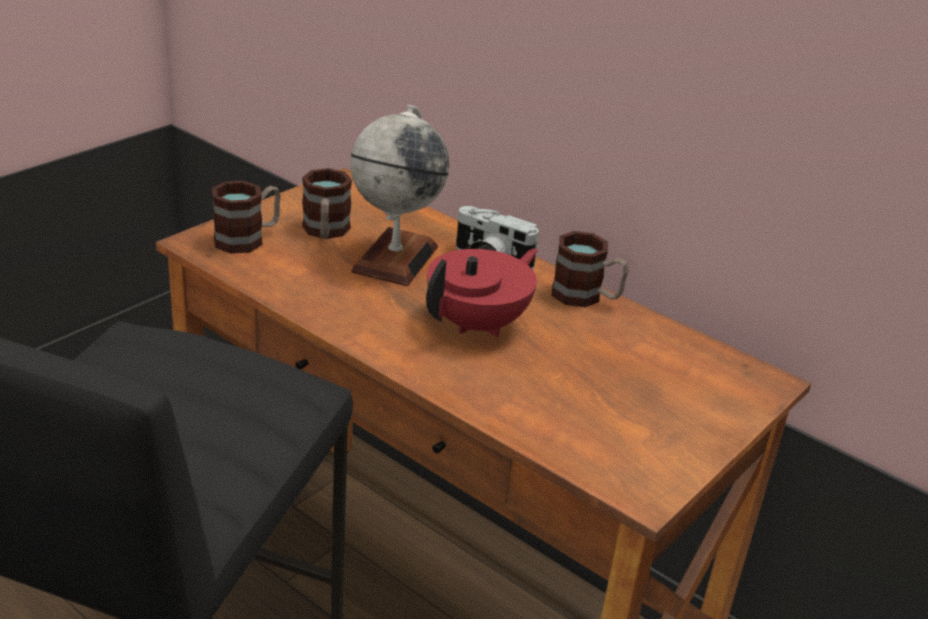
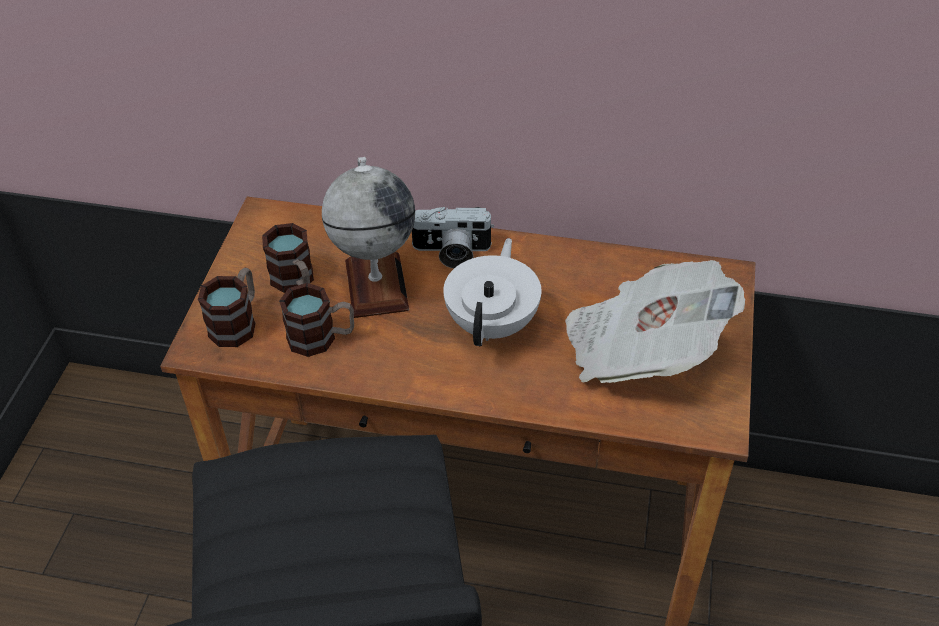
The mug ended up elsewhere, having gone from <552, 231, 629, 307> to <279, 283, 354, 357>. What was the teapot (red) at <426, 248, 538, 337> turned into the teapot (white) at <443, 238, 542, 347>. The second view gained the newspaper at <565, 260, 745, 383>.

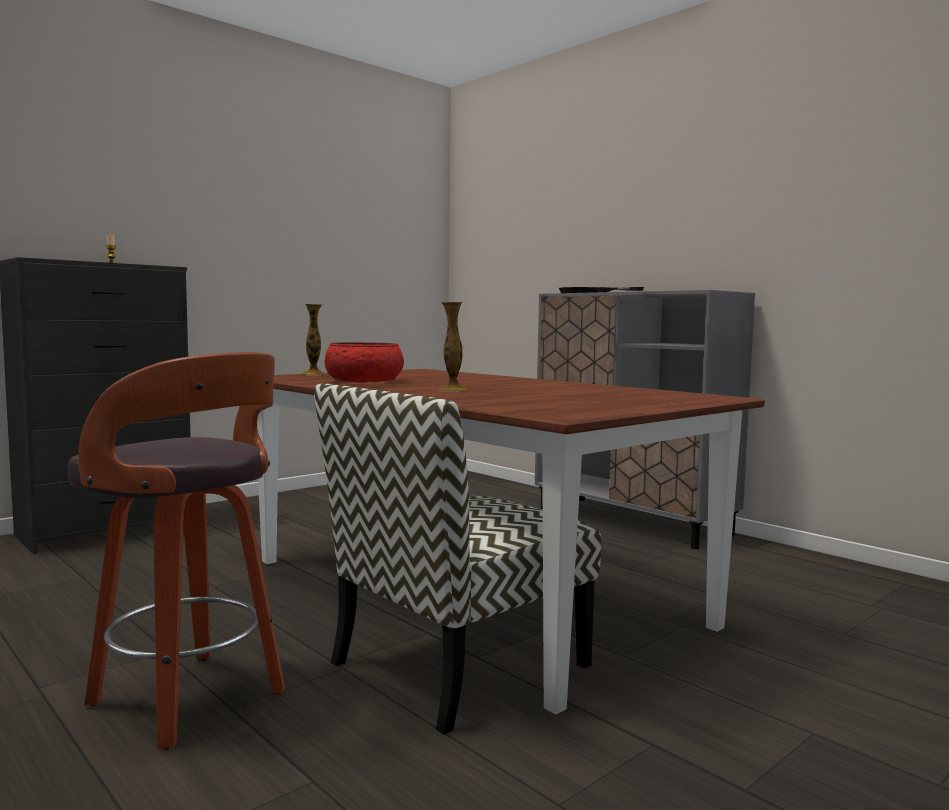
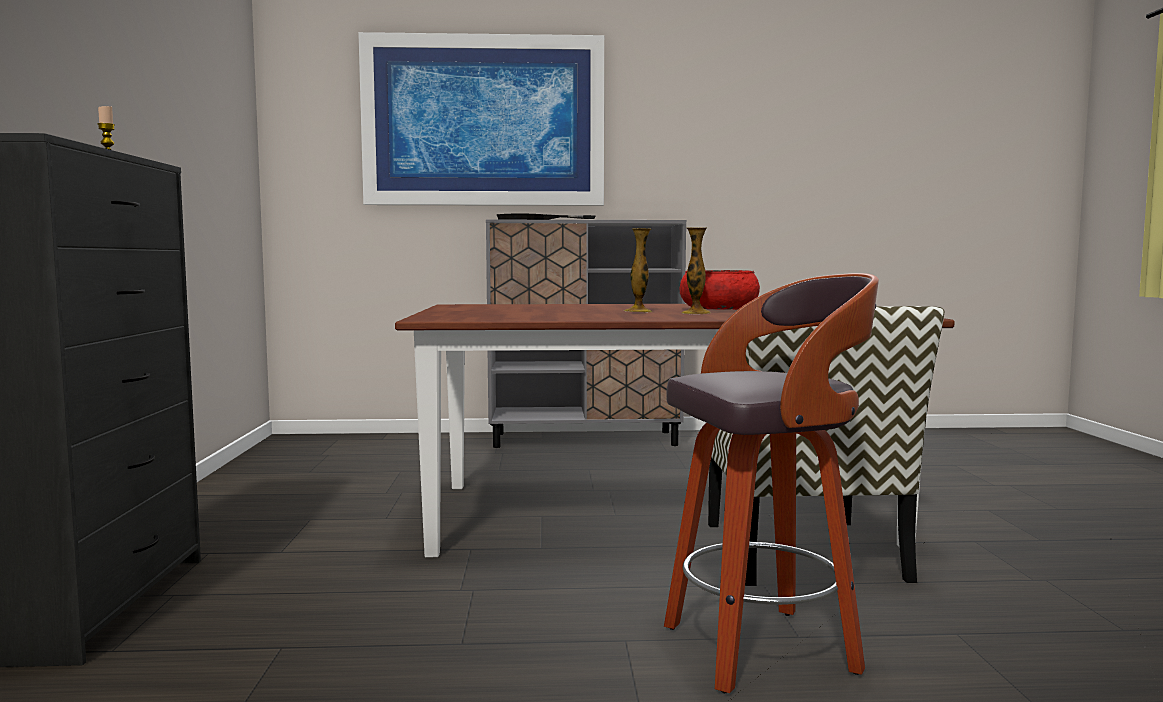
The vase ended up elsewhere, having gone from <302, 304, 326, 375> to <624, 228, 652, 312>. The bowl (red) ended up elsewhere, having gone from <325, 342, 404, 383> to <680, 270, 760, 310>. The second view gained the picture at <358, 32, 604, 206>.

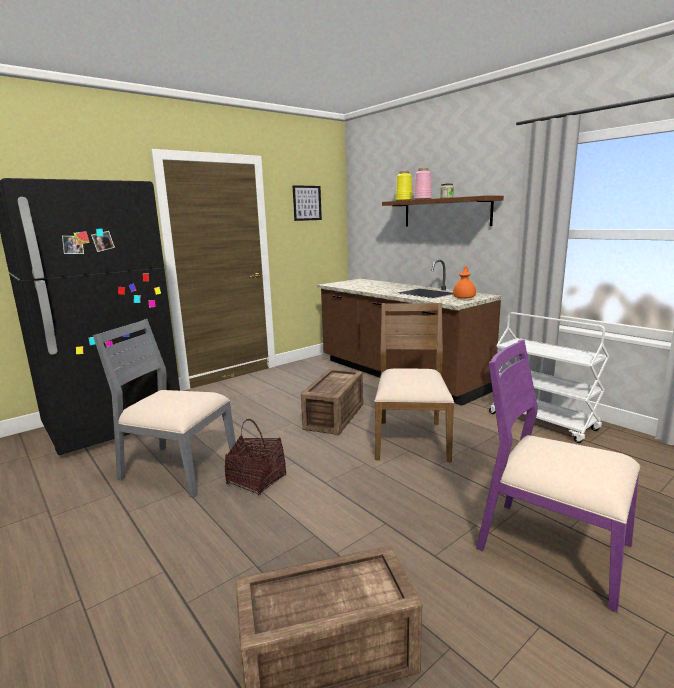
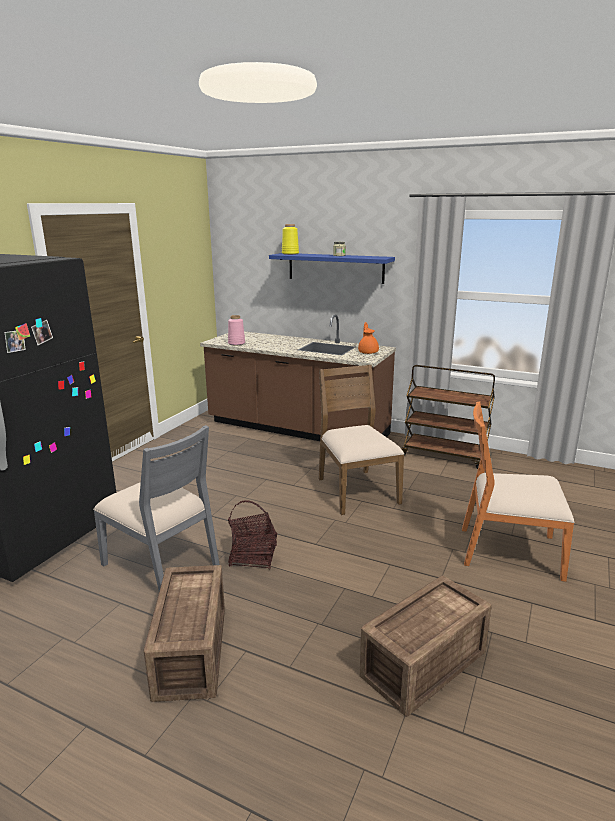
The vase (pink) ended up elsewhere, having gone from <414, 168, 432, 200> to <228, 315, 245, 345>. The second view lost the picture at <292, 185, 322, 221>. What was the shelf (brown) at <382, 196, 504, 227> turned into the shelf (blue) at <269, 253, 395, 284>. What was the cart (white) at <489, 312, 609, 443> turned into the cart (brown) at <402, 365, 495, 469>. The chair (grey) at <93, 319, 236, 497> ended up facing another way, 135 degrees counterclockwise from before. What was the chair (purple) at <476, 340, 640, 613> turned into the chair (orange) at <462, 401, 574, 582>. The crate ended up elsewhere, having gone from <301, 369, 363, 435> to <144, 565, 225, 702>.

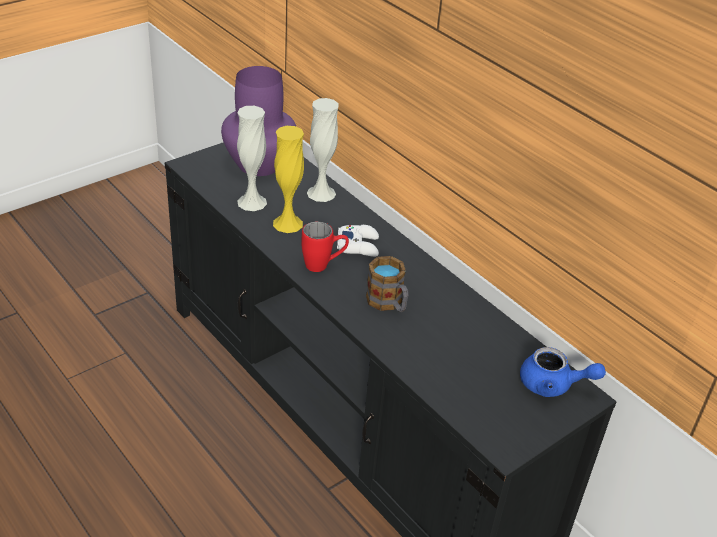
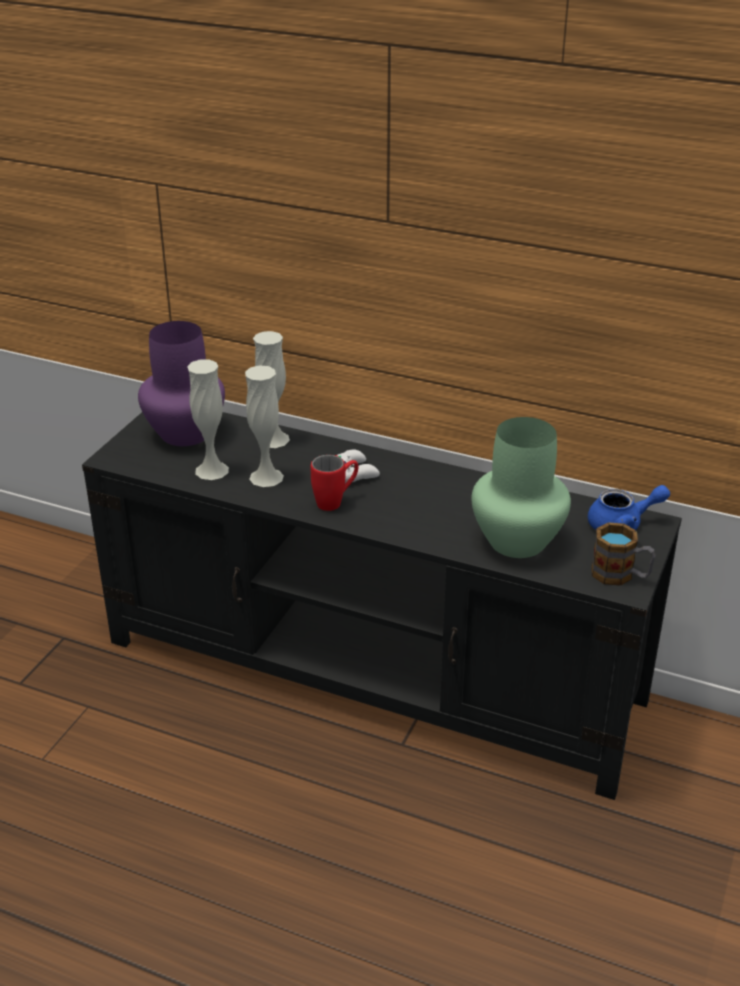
What was the vase (yellow) at <273, 126, 304, 233> turned into the vase (white) at <245, 365, 284, 487>. The mug ended up elsewhere, having gone from <366, 256, 408, 312> to <591, 522, 656, 586>. The second view gained the vase (green) at <472, 417, 571, 558>.

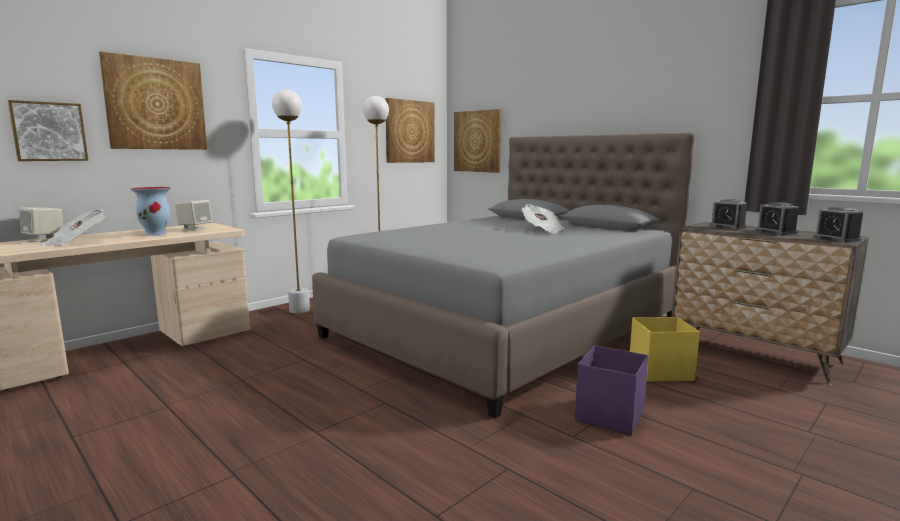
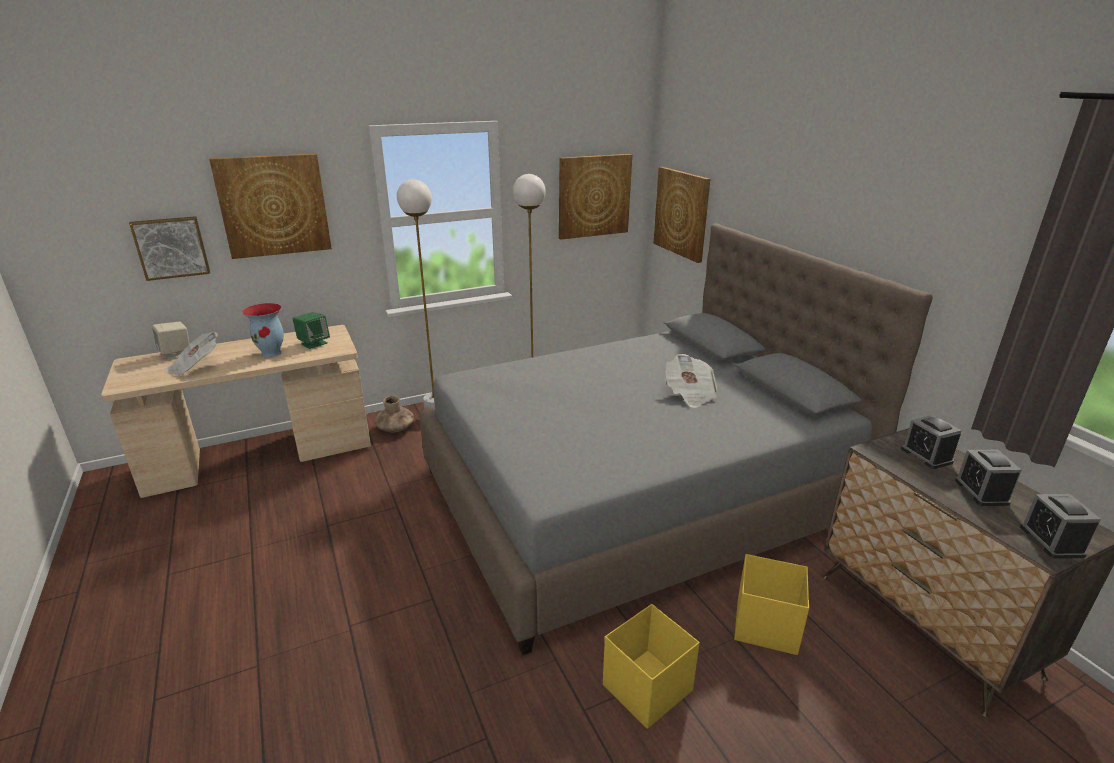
What was the speaker (beige) at <175, 200, 212, 231> turned into the speaker (green) at <292, 312, 330, 349>. What was the storage box (purple) at <575, 345, 648, 435> turned into the storage box (yellow) at <603, 604, 700, 729>. The second view gained the vase (brown) at <375, 396, 414, 433>.

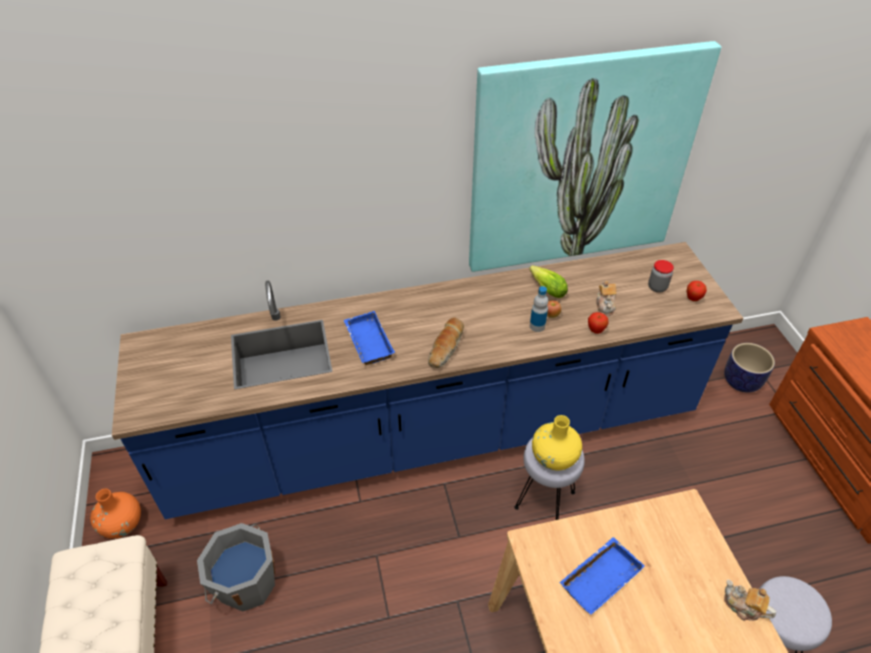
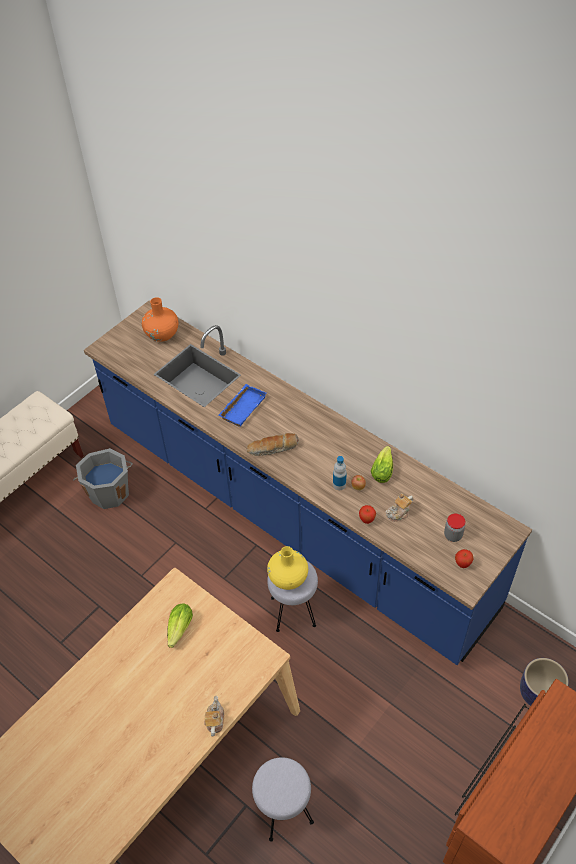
The second view lost the picture at <469, 41, 722, 272>. The vase (orange) ended up elsewhere, having gone from <90, 489, 141, 539> to <142, 297, 178, 342>. Where the tray (blue) stood at <559, 537, 645, 614>, the lettuce came to stand at <167, 604, 193, 648>.

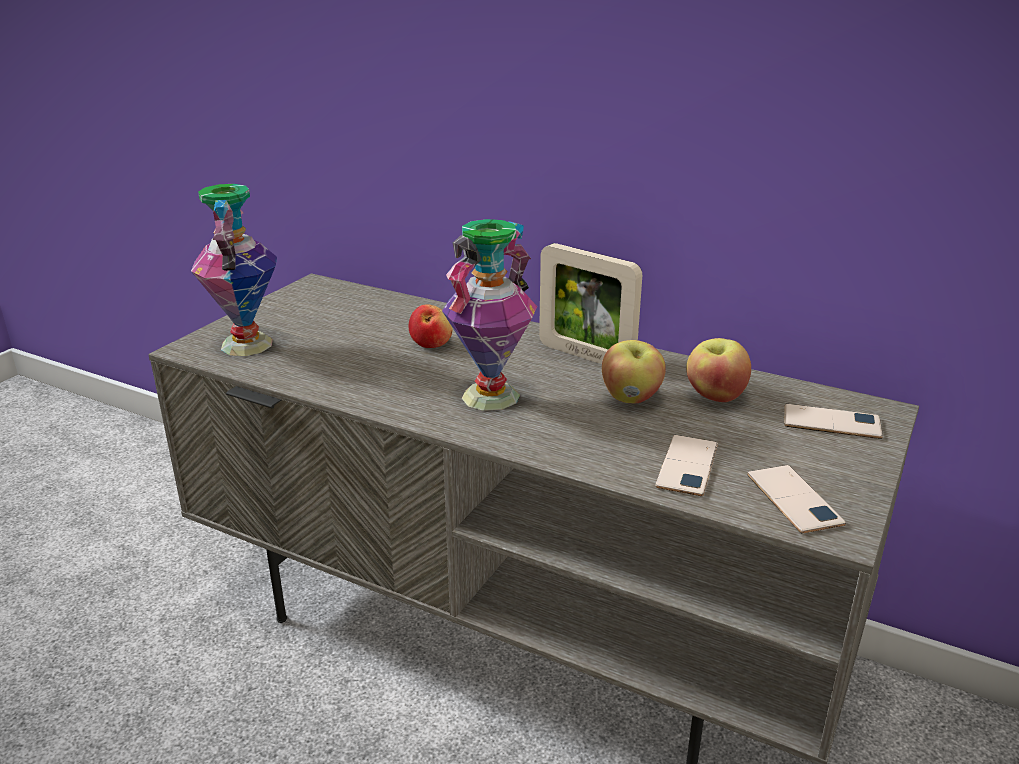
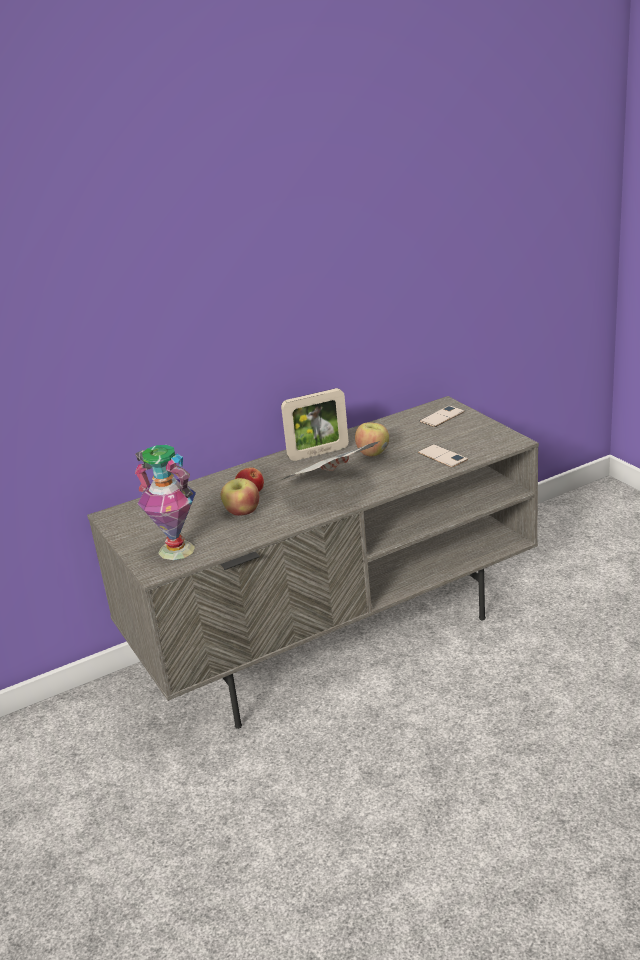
Where the vase stood at <442, 219, 537, 411>, the newspaper came to stand at <281, 441, 380, 480>. The apple ended up elsewhere, having gone from <686, 338, 751, 402> to <221, 478, 259, 516>. The second view lost the phone at <747, 465, 846, 534>.

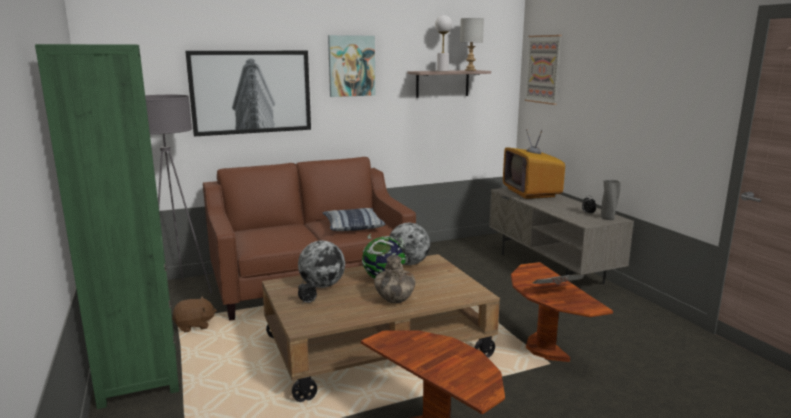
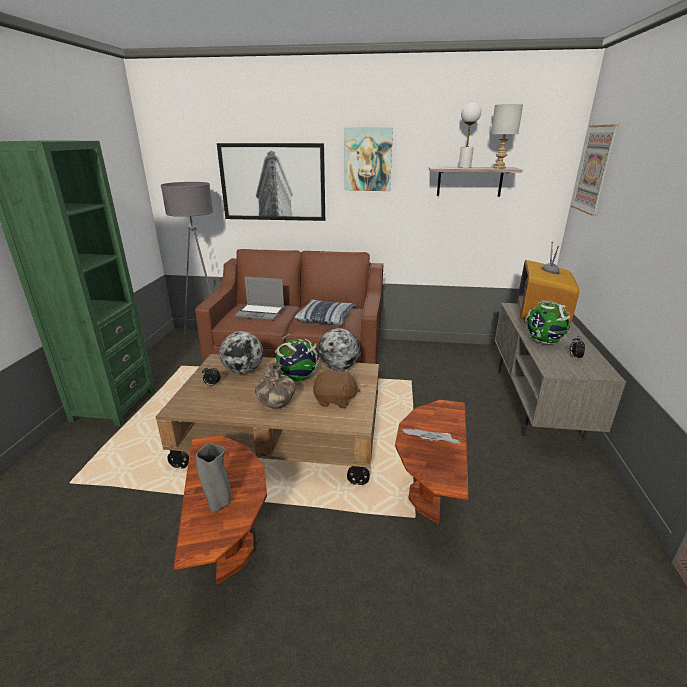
The vase (grey) ended up elsewhere, having gone from <601, 180, 621, 220> to <196, 443, 231, 512>. The plush toy (brown) ended up elsewhere, having gone from <172, 296, 217, 332> to <313, 370, 360, 408>. The second view gained the laptop at <235, 277, 284, 320>. The second view gained the globe at <525, 300, 570, 344>.

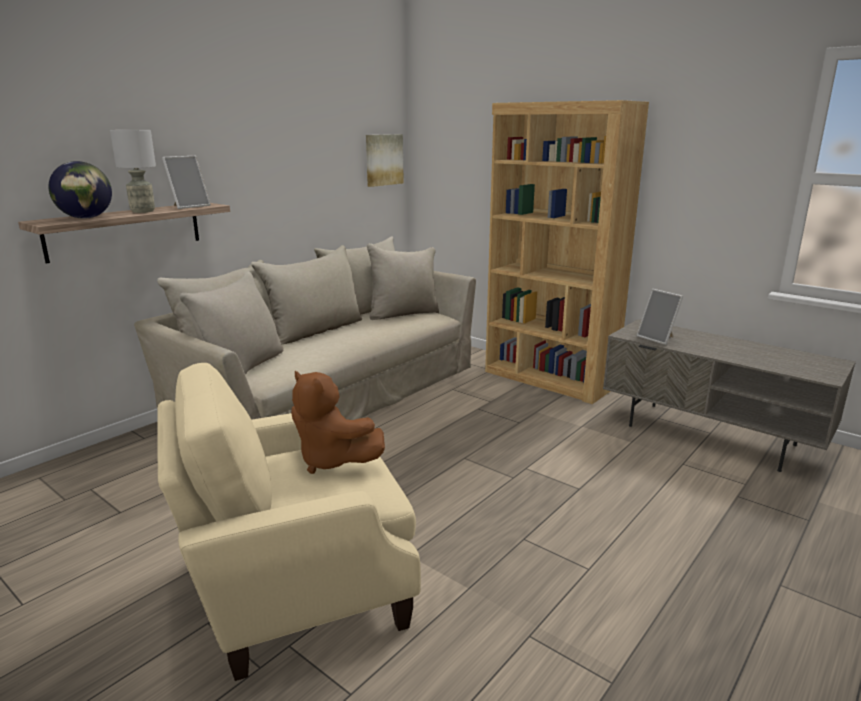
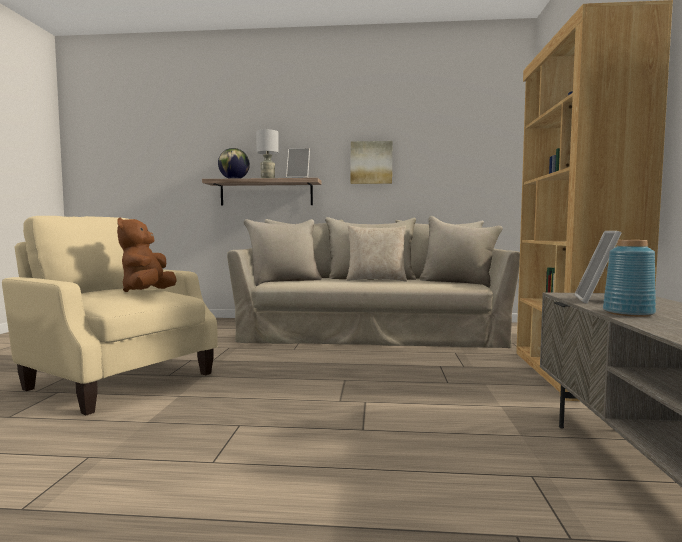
The picture ended up elsewhere, having gone from <366, 134, 404, 187> to <351, 141, 392, 184>. The second view gained the pillow (beige) at <346, 225, 407, 282>. The second view gained the vase (blue) at <603, 240, 656, 317>.

